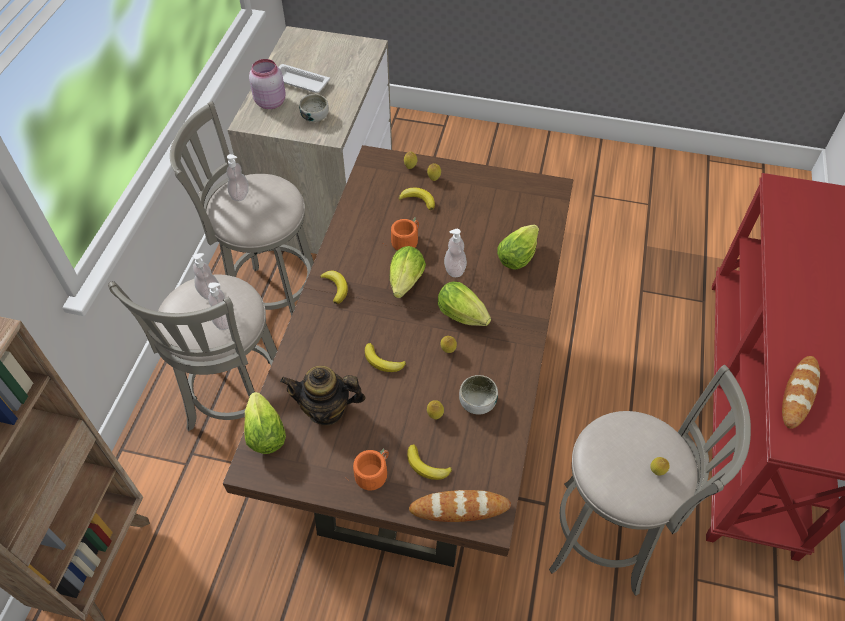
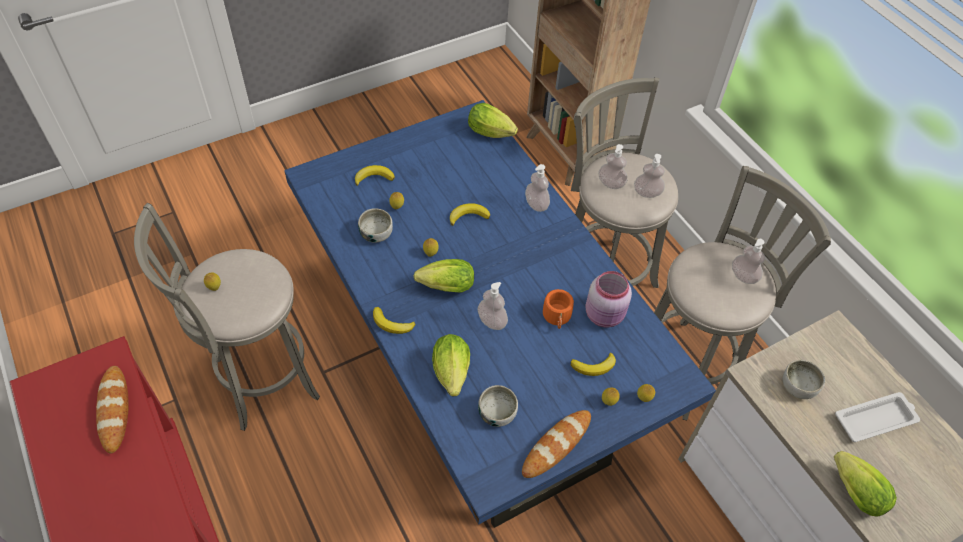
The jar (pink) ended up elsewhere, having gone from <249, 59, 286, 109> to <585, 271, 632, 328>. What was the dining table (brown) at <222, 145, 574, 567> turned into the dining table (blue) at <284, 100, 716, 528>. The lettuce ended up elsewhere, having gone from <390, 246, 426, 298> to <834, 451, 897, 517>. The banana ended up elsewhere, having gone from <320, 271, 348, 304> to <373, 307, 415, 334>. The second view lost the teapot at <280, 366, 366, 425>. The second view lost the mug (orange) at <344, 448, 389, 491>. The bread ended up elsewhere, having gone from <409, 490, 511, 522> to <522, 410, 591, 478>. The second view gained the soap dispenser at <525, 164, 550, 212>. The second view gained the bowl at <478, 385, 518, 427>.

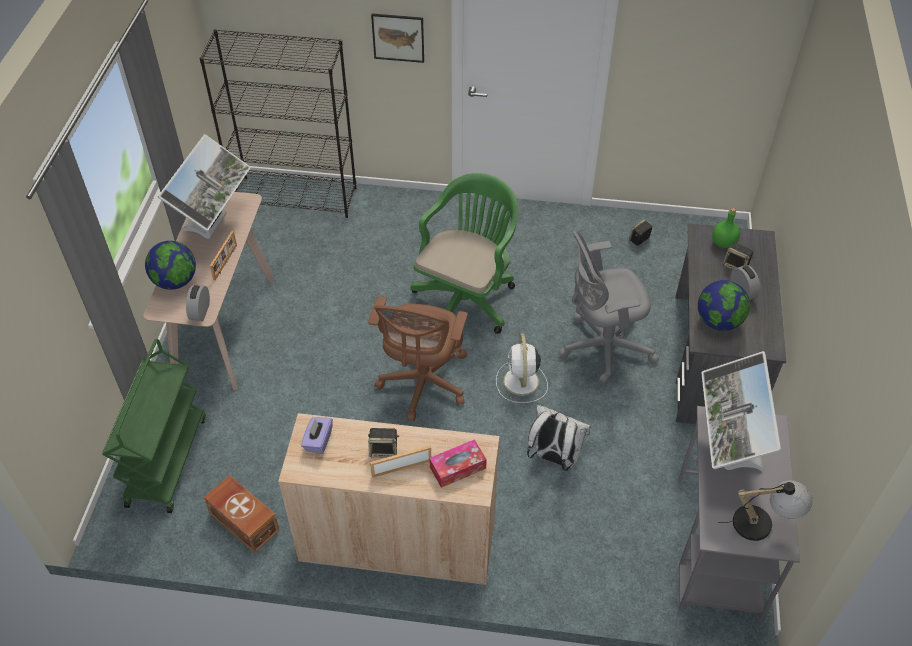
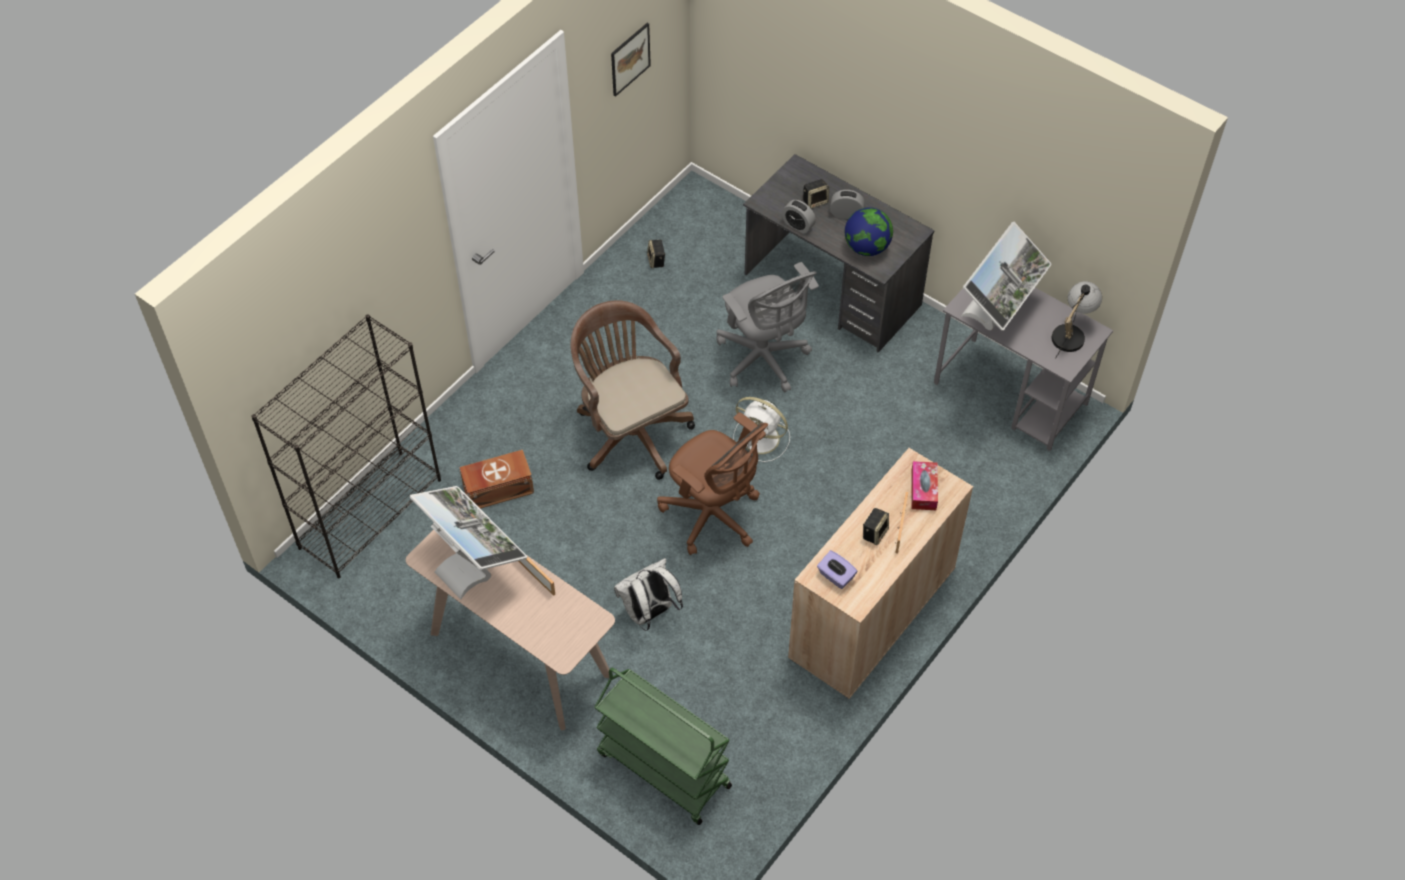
The picture ended up elsewhere, having gone from <371, 14, 424, 63> to <611, 23, 651, 97>. What was the office chair (green) at <410, 173, 518, 334> turned into the office chair (brown) at <570, 300, 695, 480>. The second view lost the bottle (green) at <712, 208, 740, 248>. The office chair (grey) at <558, 231, 659, 384> ended up facing another way, 45 degrees counterclockwise from before. The second view lost the globe at <145, 241, 196, 290>. The alarm clock ended up elsewhere, having gone from <186, 285, 210, 321> to <782, 200, 816, 234>. The monitor at <701, 351, 781, 472> ended up facing another way, 90 degrees counterclockwise from before. The backpack (white) ended up elsewhere, having gone from <527, 405, 591, 471> to <614, 558, 683, 631>. The storage box (brown) ended up elsewhere, having gone from <204, 475, 280, 554> to <459, 450, 534, 509>.

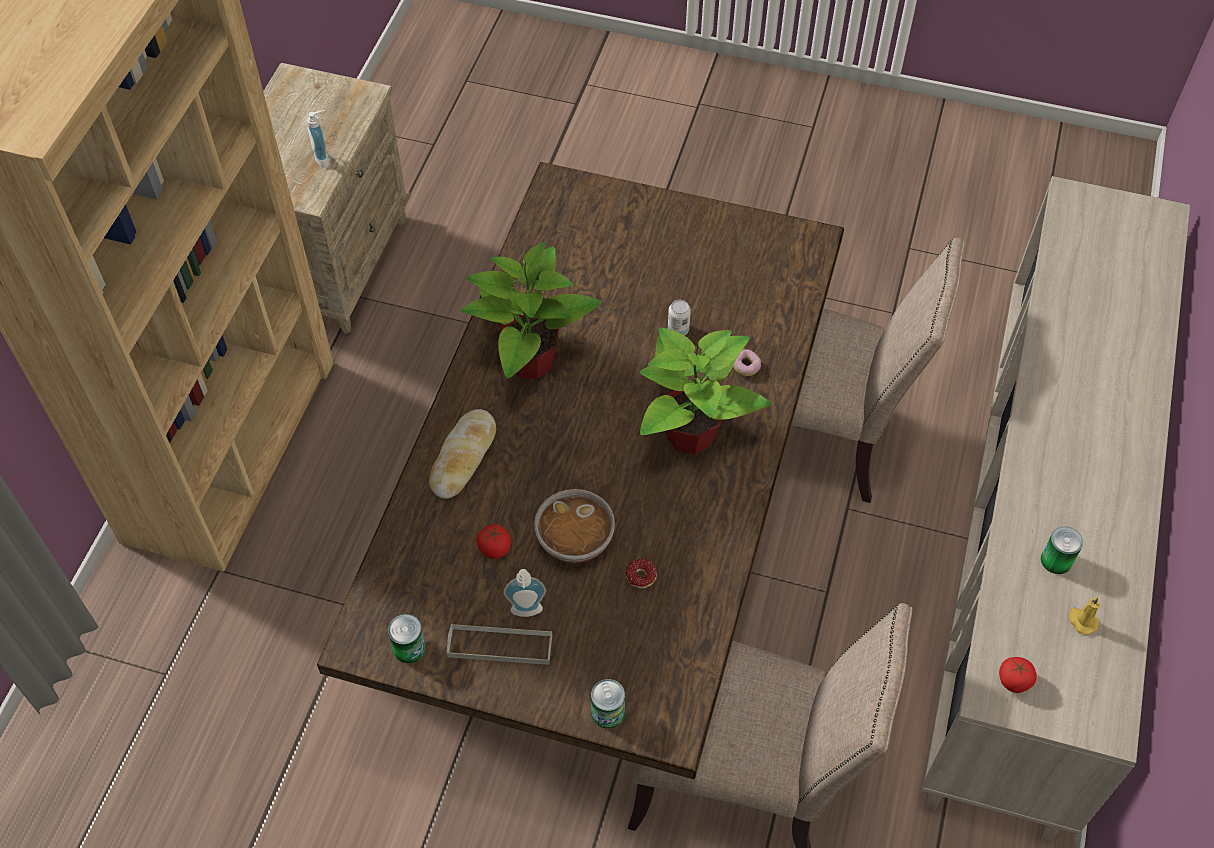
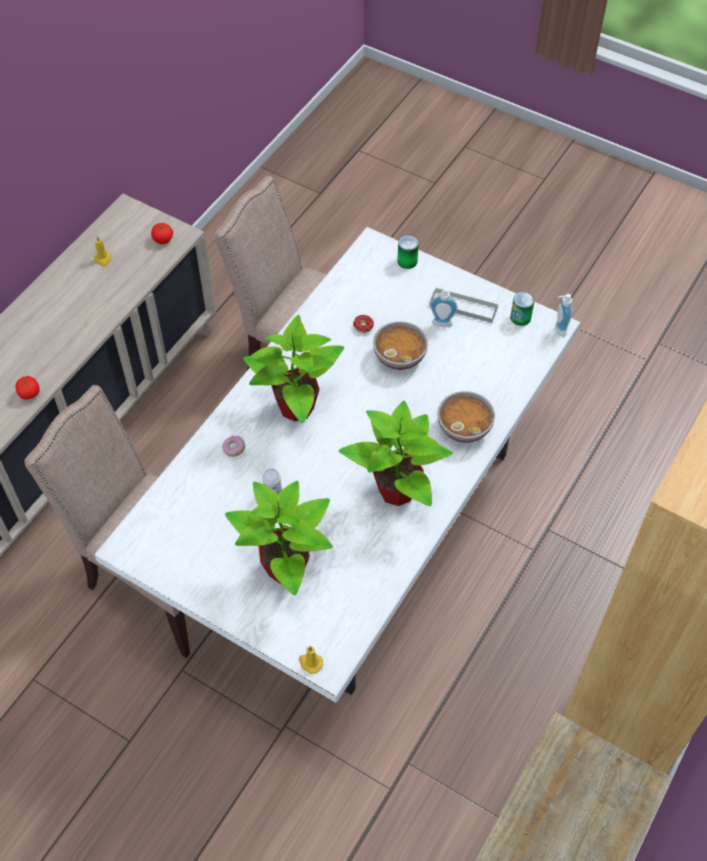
The soap dispenser ended up elsewhere, having gone from <307, 110, 329, 168> to <555, 294, 572, 337>. What was the dining table (brown) at <317, 162, 844, 779> turned into the dining table (white) at <95, 227, 580, 703>. Where the bread stood at <429, 409, 496, 499>, the bowl came to stand at <438, 391, 495, 443>. The tomato ended up elsewhere, having gone from <477, 524, 511, 559> to <15, 376, 40, 399>. The second view lost the can at <1041, 527, 1083, 574>. The second view gained the potted plant at <225, 481, 333, 595>. The second view gained the candle (yellow) at <299, 646, 323, 674>.

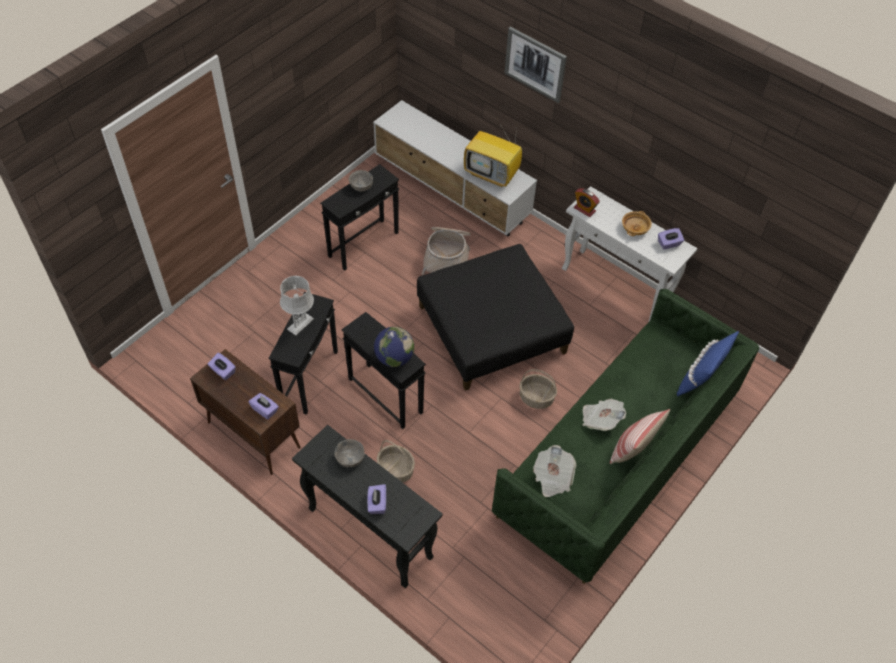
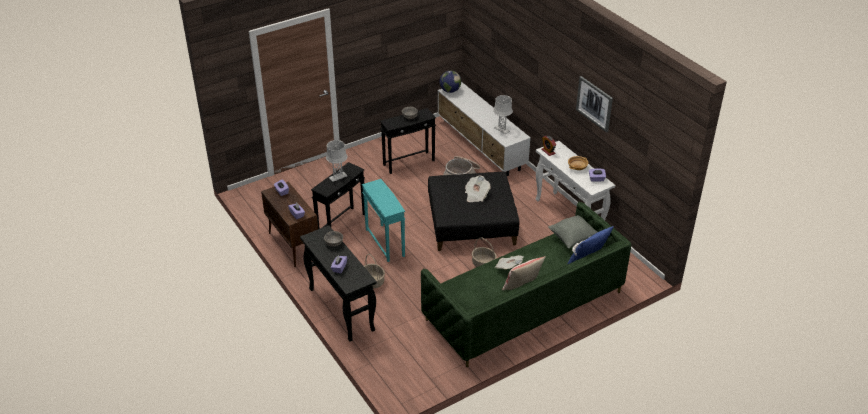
The picture ended up elsewhere, having gone from <504, 27, 567, 103> to <576, 76, 613, 133>. Where the television stood at <464, 117, 522, 187>, the table lamp (grey) came to stand at <493, 95, 513, 134>. What was the side table (black) at <342, 312, 426, 429> turned into the side table (turquoise) at <362, 179, 405, 262>. The globe ended up elsewhere, having gone from <374, 327, 414, 367> to <440, 71, 461, 93>. The newspaper ended up elsewhere, having gone from <533, 445, 577, 497> to <465, 175, 490, 202>. The second view gained the pillow (grey) at <548, 215, 597, 248>.

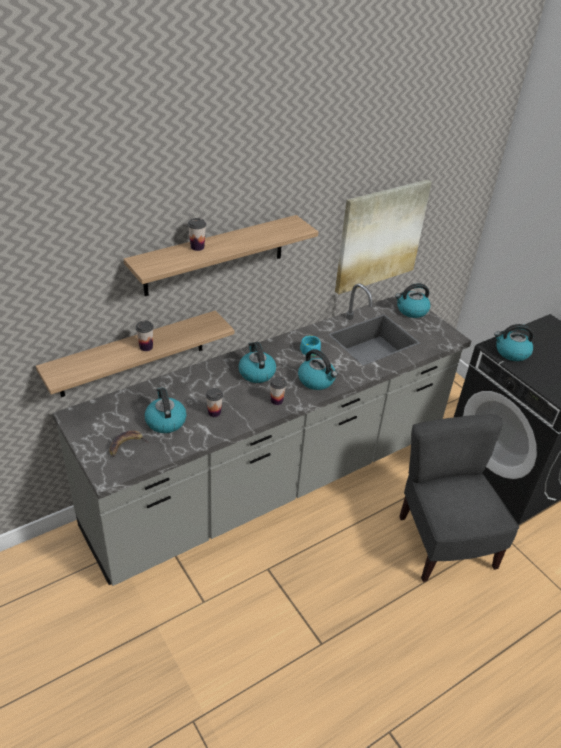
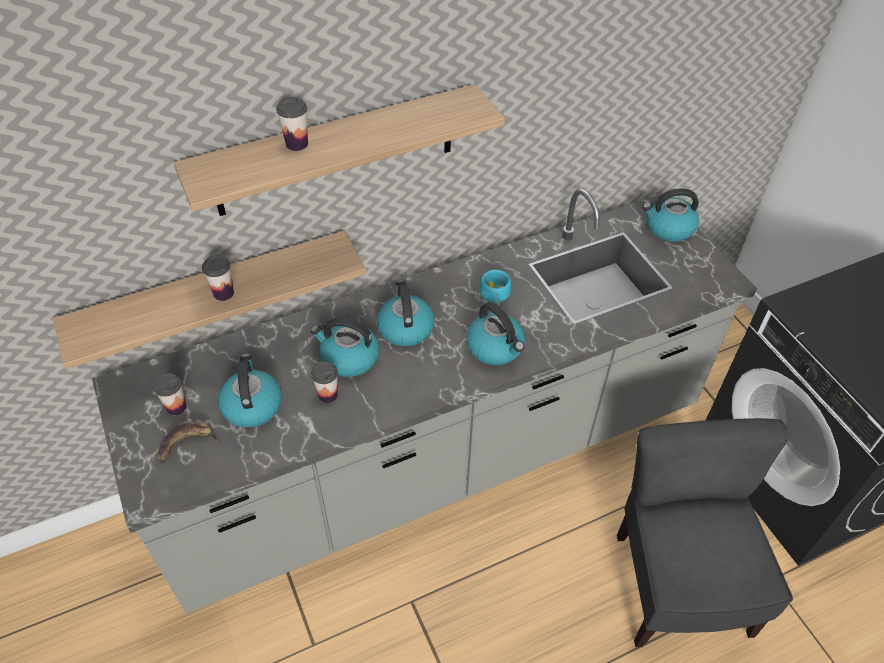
The second view lost the picture at <335, 179, 432, 294>. The kettle ended up elsewhere, having gone from <494, 324, 534, 361> to <310, 318, 380, 377>. The cup ended up elsewhere, having gone from <270, 377, 287, 405> to <153, 373, 187, 415>.

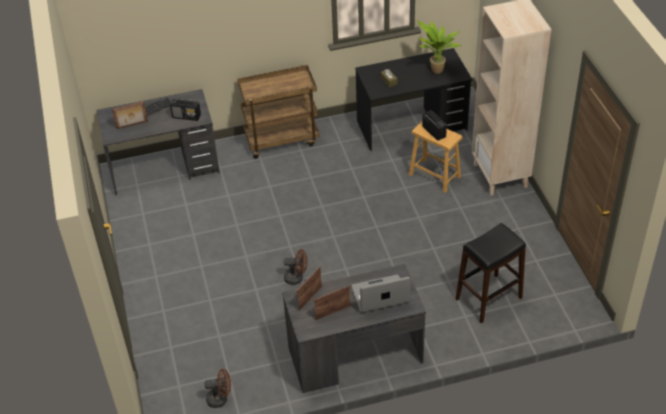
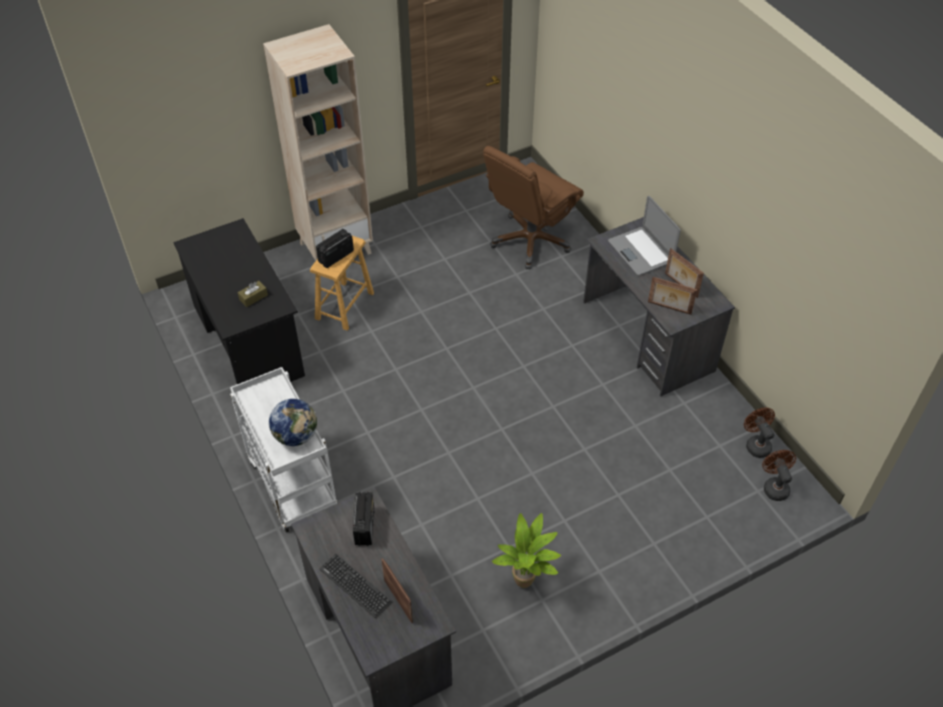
The potted plant ended up elsewhere, having gone from <417, 20, 462, 74> to <492, 513, 561, 588>. What was the cart (brown) at <237, 65, 320, 159> turned into the cart (white) at <230, 367, 337, 533>. Where the stool (black) stood at <456, 223, 526, 324>, the office chair (brown) came to stand at <483, 146, 584, 269>. The fan (brown) ended up elsewhere, having gone from <284, 249, 307, 285> to <762, 450, 796, 501>. The second view gained the globe at <269, 399, 317, 446>.

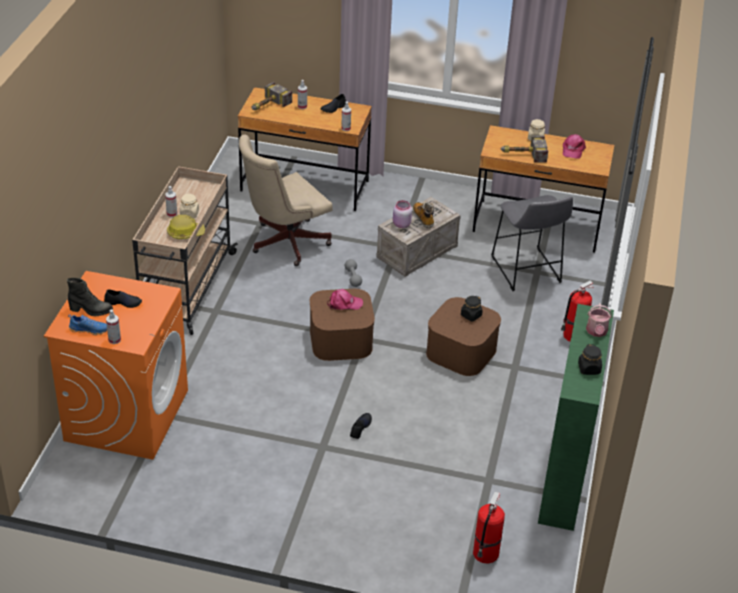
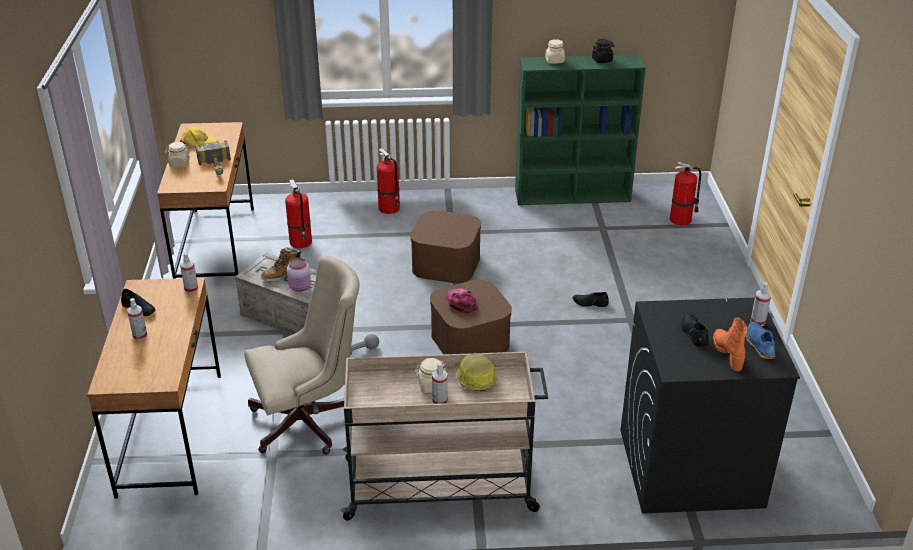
The second view lost the hammer at <252, 82, 292, 110>. The office chair (beige) at <239, 134, 333, 266> ended up facing another way, 60 degrees counterclockwise from before. What was the cap (pink) at <563, 134, 586, 159> turned into the cap (yellow) at <180, 127, 217, 146>. Where the stool (grey) stood at <491, 195, 573, 291>, the fire extinguisher came to stand at <285, 179, 312, 248>. What was the washing machine (orange) at <44, 271, 188, 460> turned into the washing machine (black) at <621, 298, 800, 514>. What was the boot (black) at <67, 278, 113, 316> turned into the boot (orange) at <713, 317, 747, 371>. The second view lost the jar (black) at <461, 296, 483, 321>. Where the watering can stood at <586, 303, 612, 337>, the jar (beige) came to stand at <545, 39, 565, 64>.

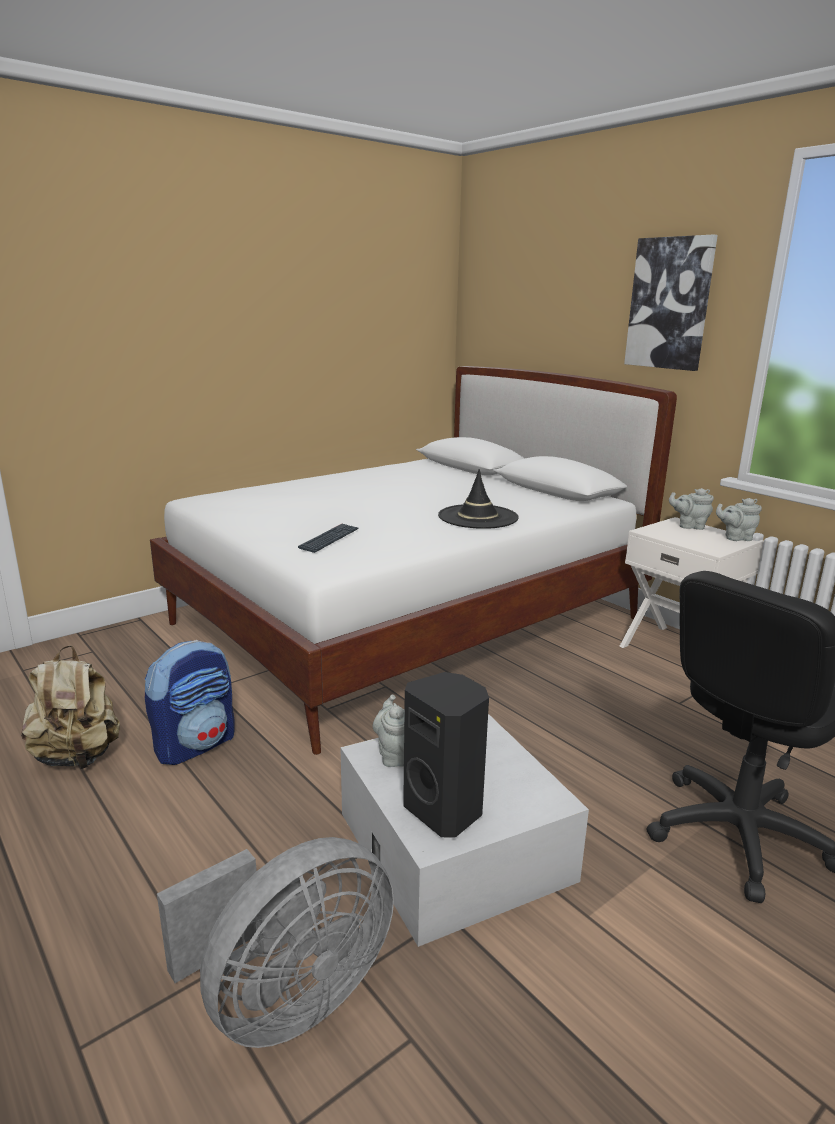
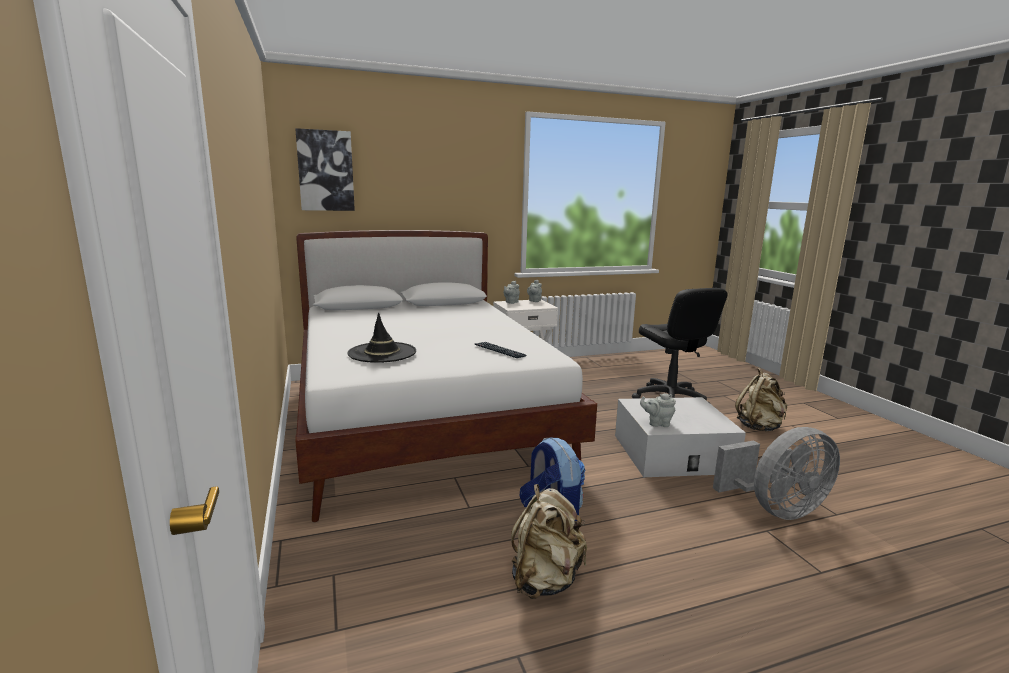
The picture ended up elsewhere, having gone from <624, 234, 718, 371> to <295, 128, 355, 211>. The hat (black) ended up elsewhere, having gone from <438, 469, 519, 529> to <347, 313, 416, 363>. The second view lost the speaker (black) at <403, 672, 489, 838>. The fan (grey) at <157, 837, 394, 1048> ended up facing another way, 90 degrees clockwise from before. The second view gained the backpack (beige) at <735, 368, 787, 431>.

